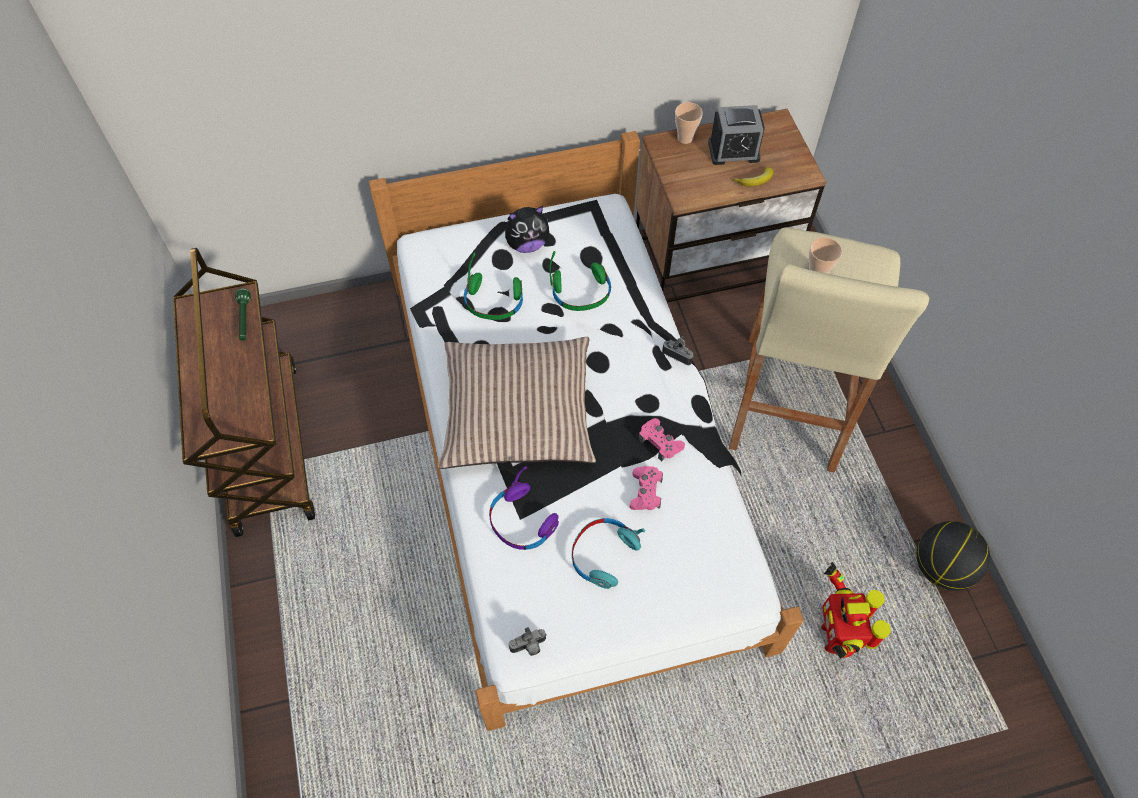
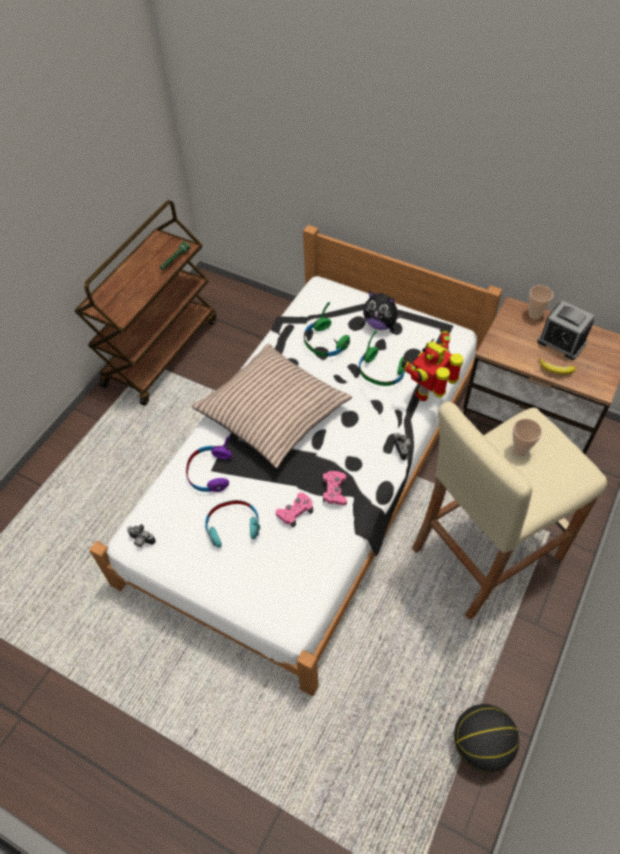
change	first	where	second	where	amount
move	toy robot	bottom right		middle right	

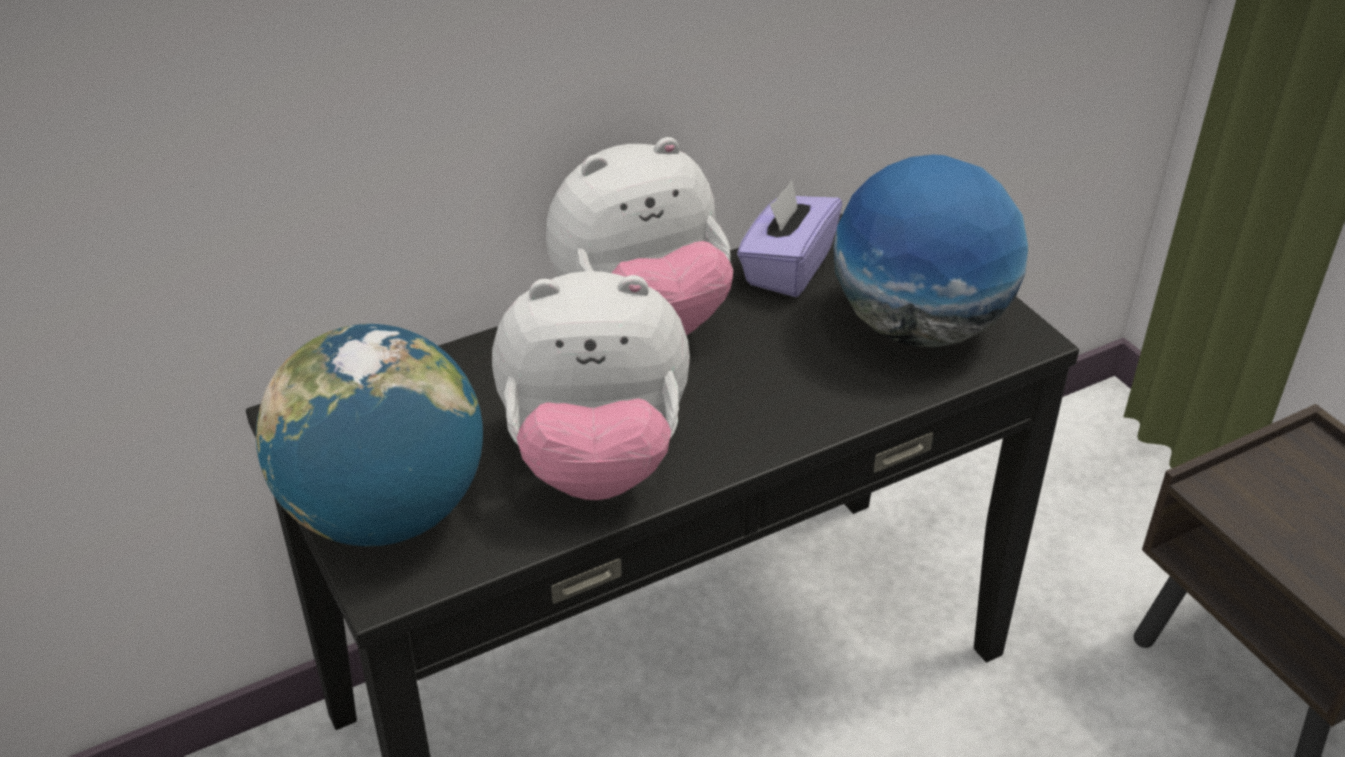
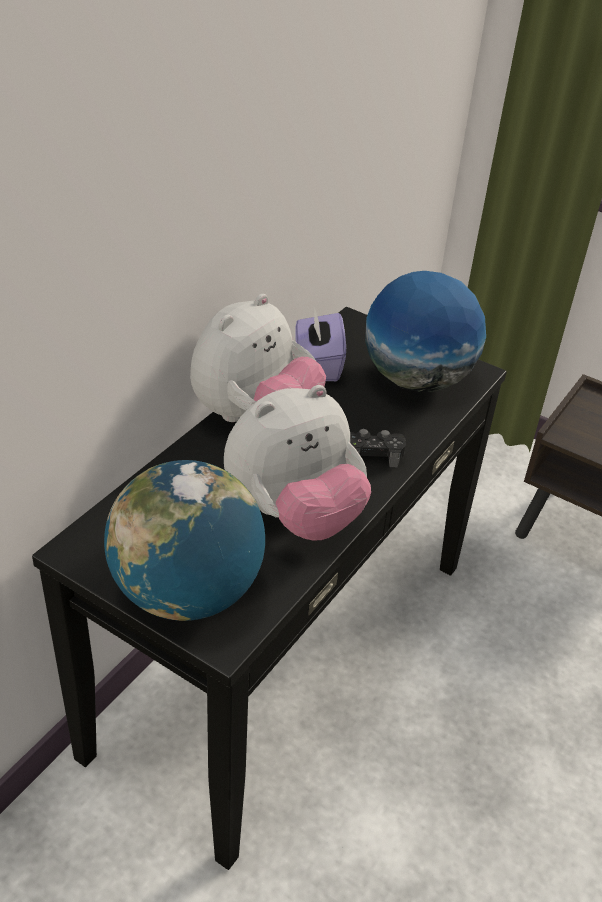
change	first	where	second	where	amount
insert			black game controller	centre	

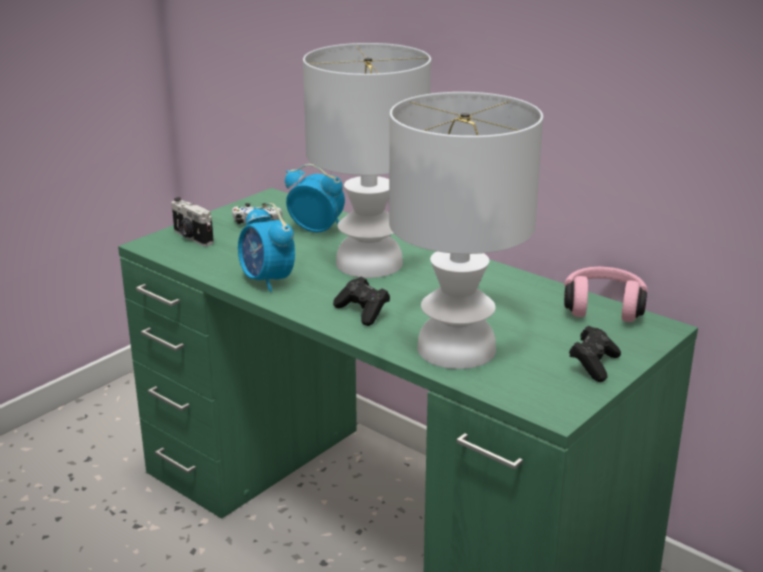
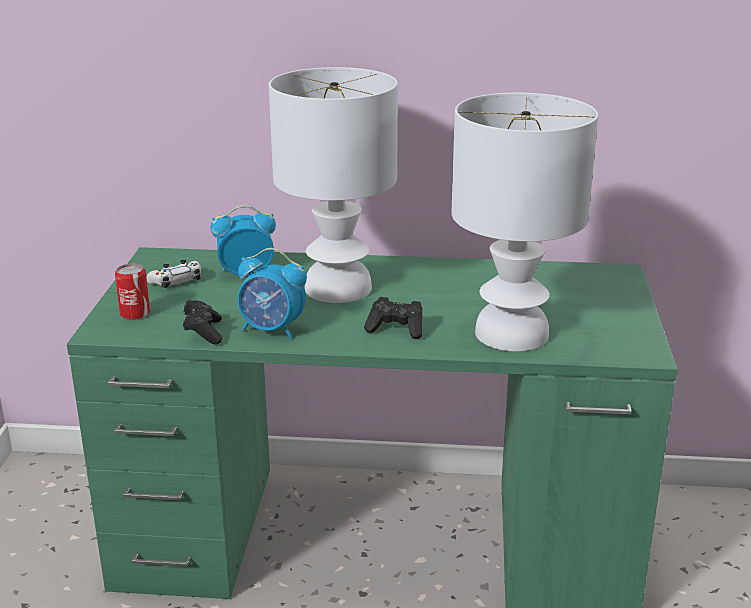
change	first	where	second	where	amount
replace	photo camera	middle left	can	middle left	
move	black game controller (2nd from left in the first image)	middle right	black game controller (1st from left)	middle left	
delete	pink headphones	middle right			

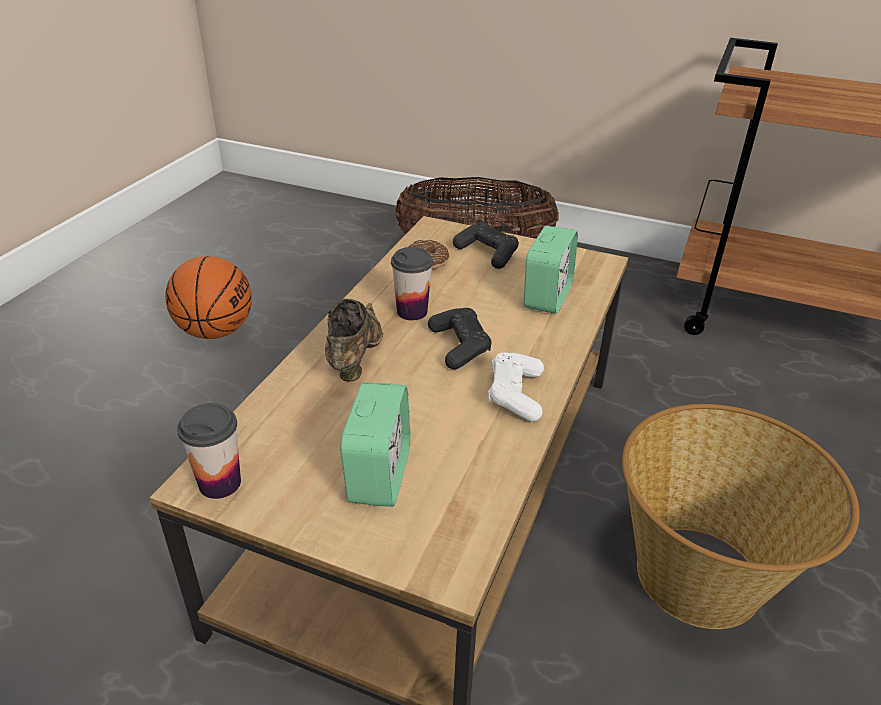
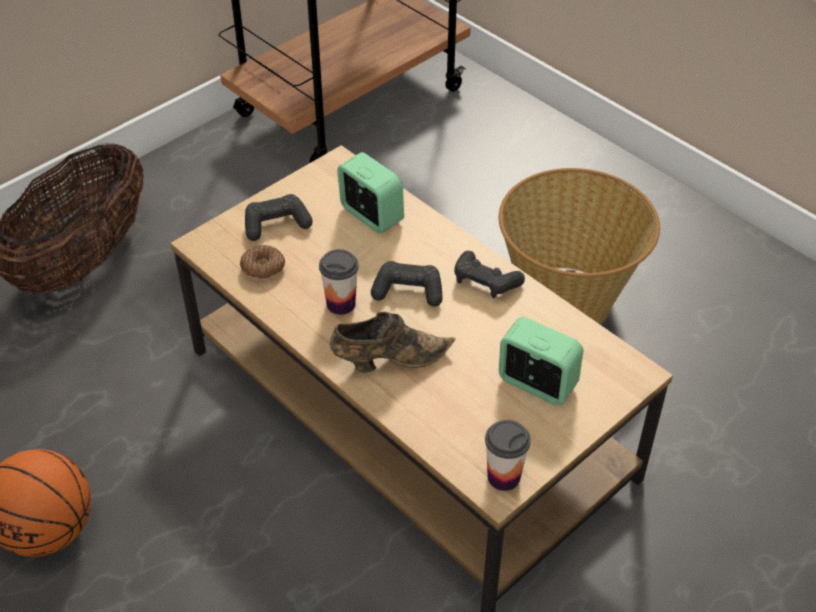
change	first	where	second	where	amount
rotate	brown shoe	centre		centre	135 degrees clockwise
recolor	white game controller	centre	black game controller (3rd from left)	centre	

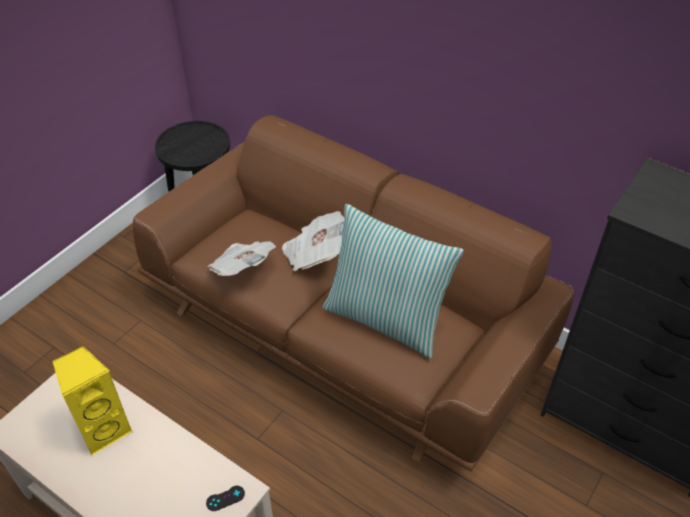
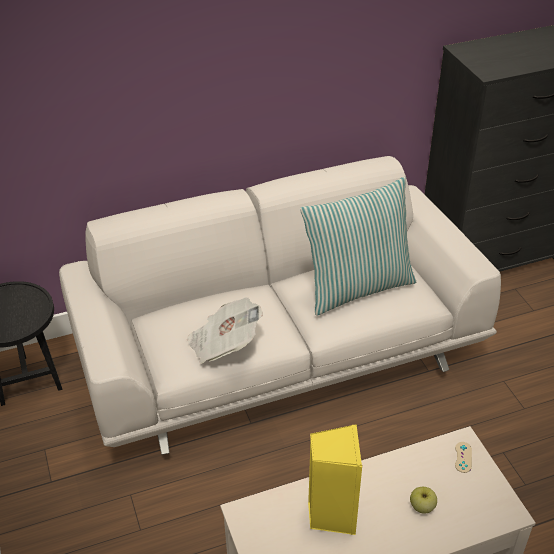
change	first	where	second	where	amount
recolor	brown sofa	centre	white sofa	centre	
insert			apple	bottom right	
recolor	black game controller	bottom left	beige game controller	bottom right	
delete	newspaper (2nd from left)	centre			

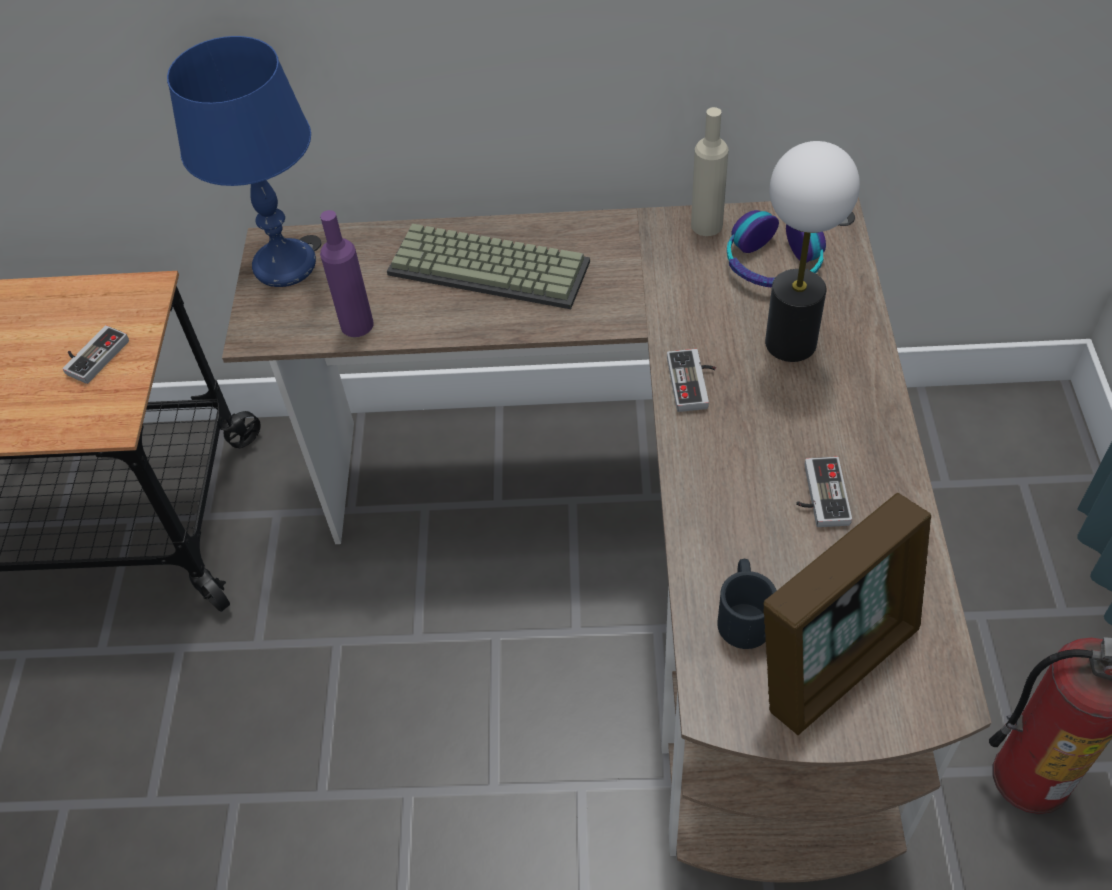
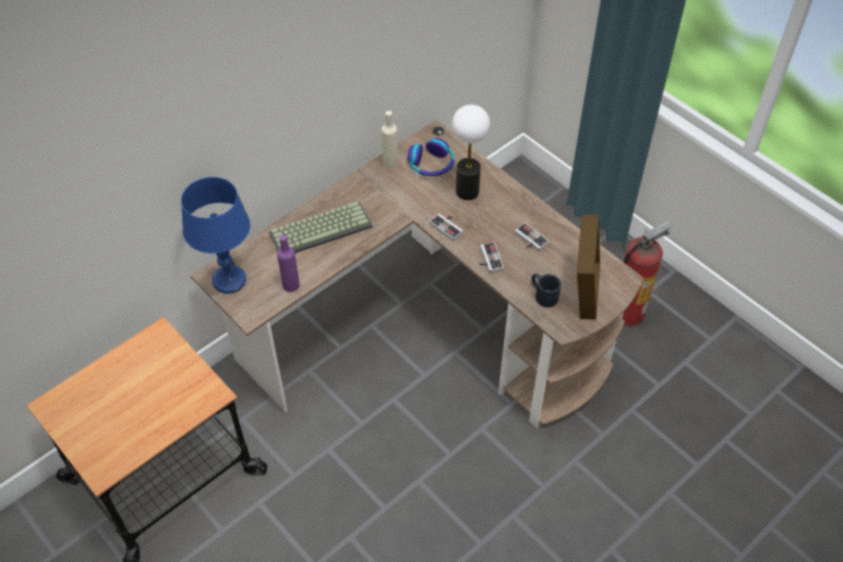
change	first	where	second	where	amount
move	game controller (1st from left in the first image)	middle left	game controller (2nd from left)	centre	

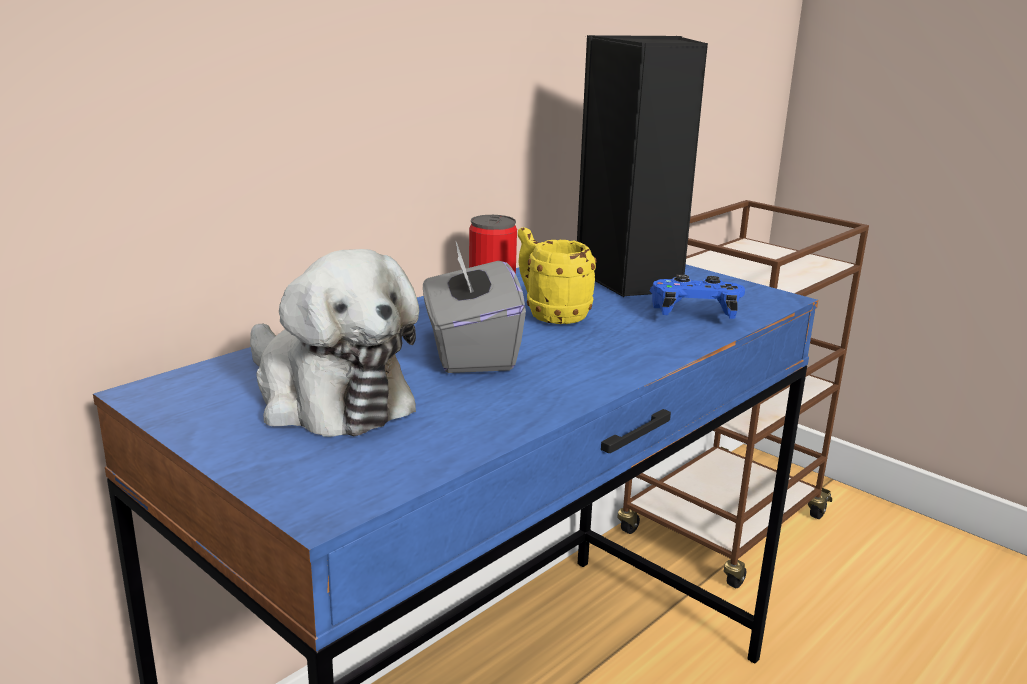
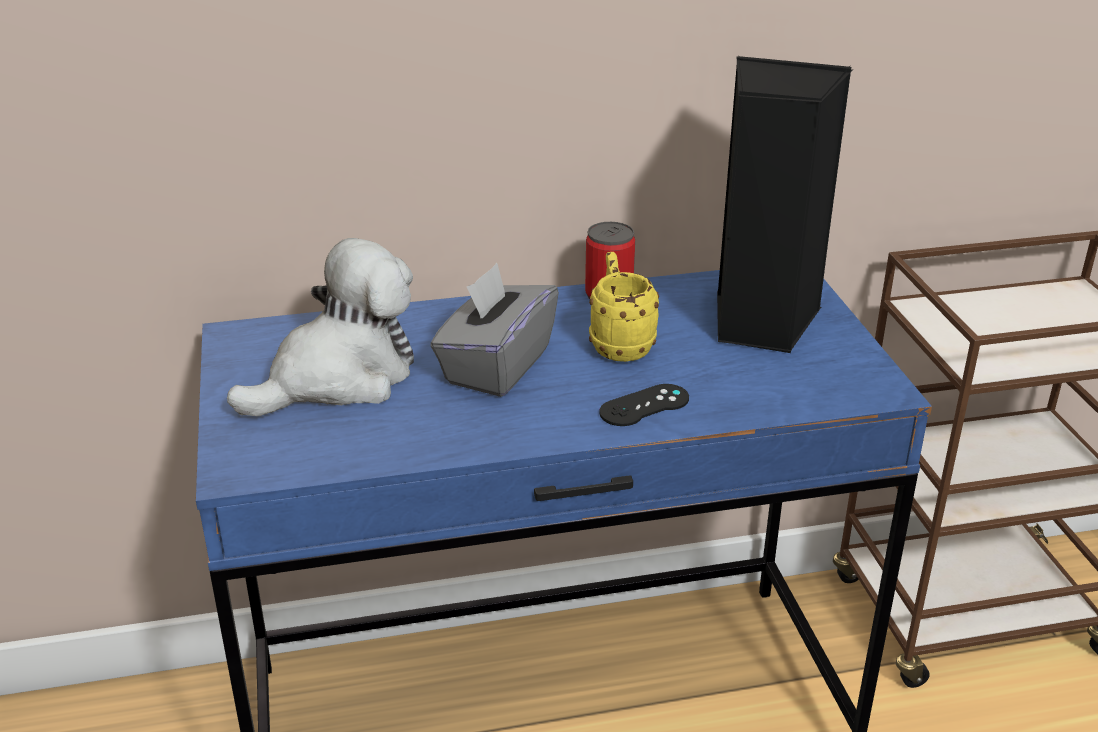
change	first	where	second	where	amount
rotate	plush toy	middle left		middle left	120 degrees counterclockwise
insert			black game controller	centre	
delete	blue game controller	middle right			

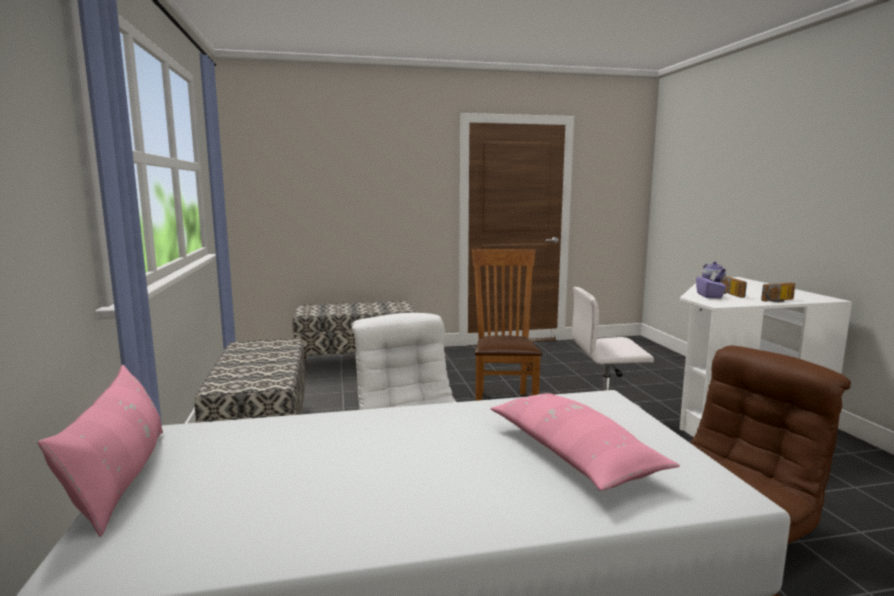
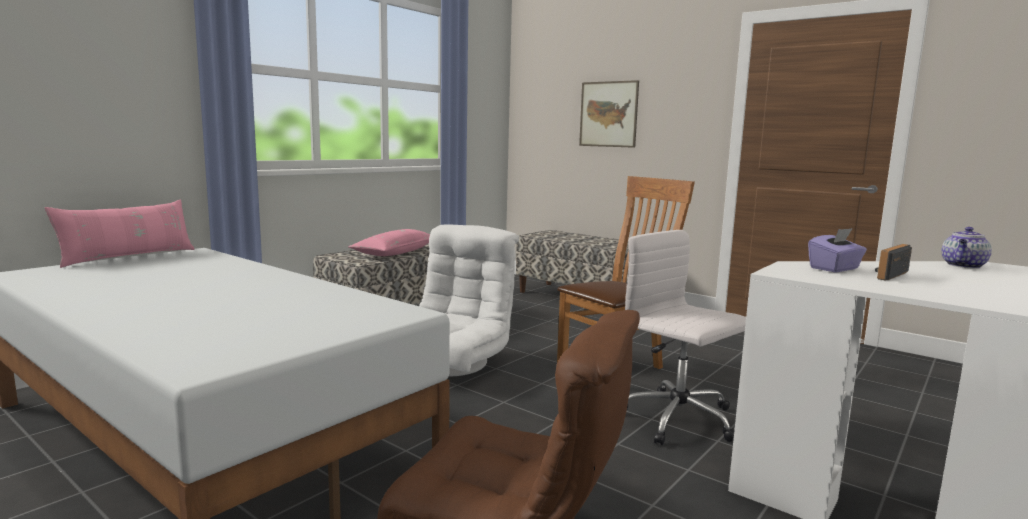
change	first	where	second	where	amount
move	pink pillow (2nd from left)	bottom centre		centre	
insert			picture	top centre	
delete	radio (2nd from left)	middle right			

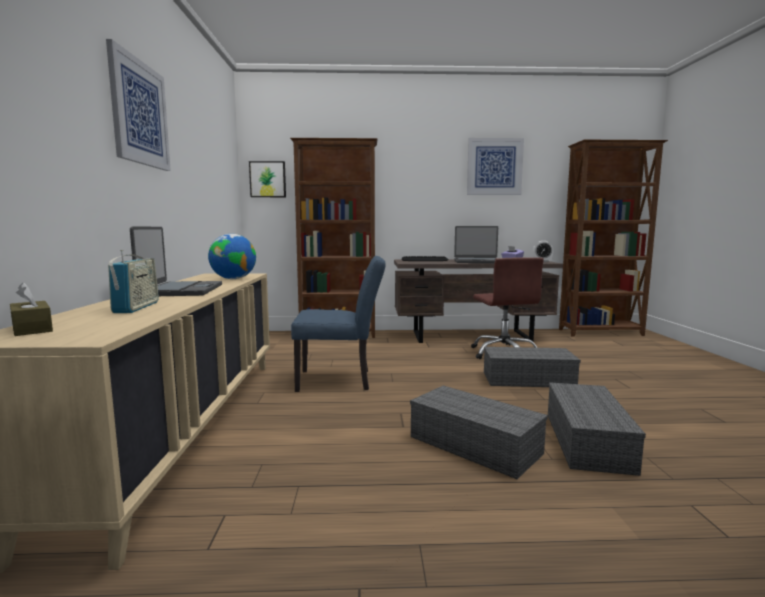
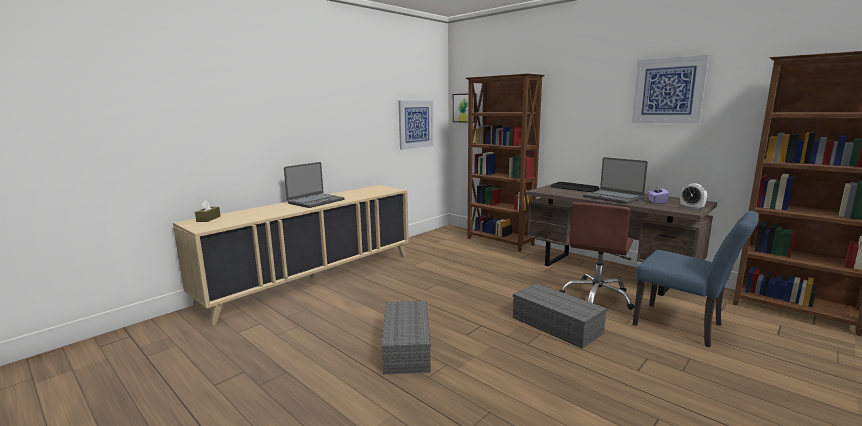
change	first	where	second	where	amount
move	picture (1st from left)	top left		top centre	
move	blue chair	centre		middle right	
delete	radio	middle left			
delete	globe	middle left			
delete	grey storage box (3rd from left)	bottom right			

